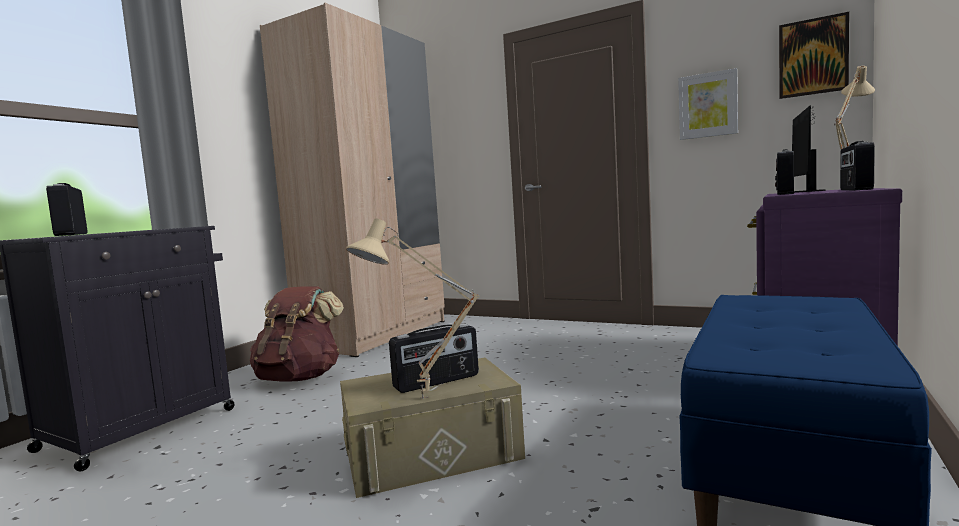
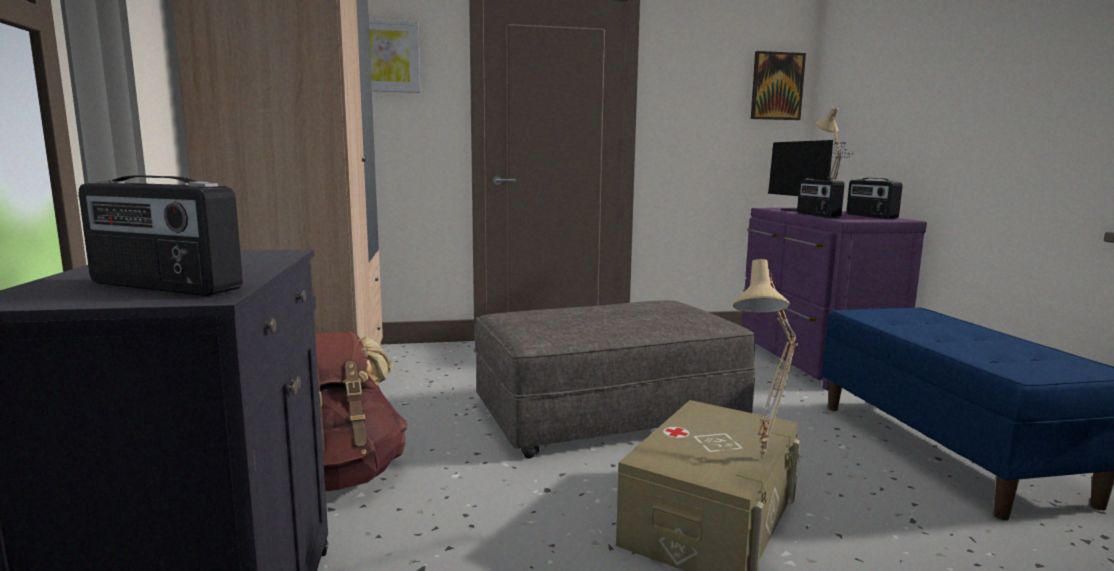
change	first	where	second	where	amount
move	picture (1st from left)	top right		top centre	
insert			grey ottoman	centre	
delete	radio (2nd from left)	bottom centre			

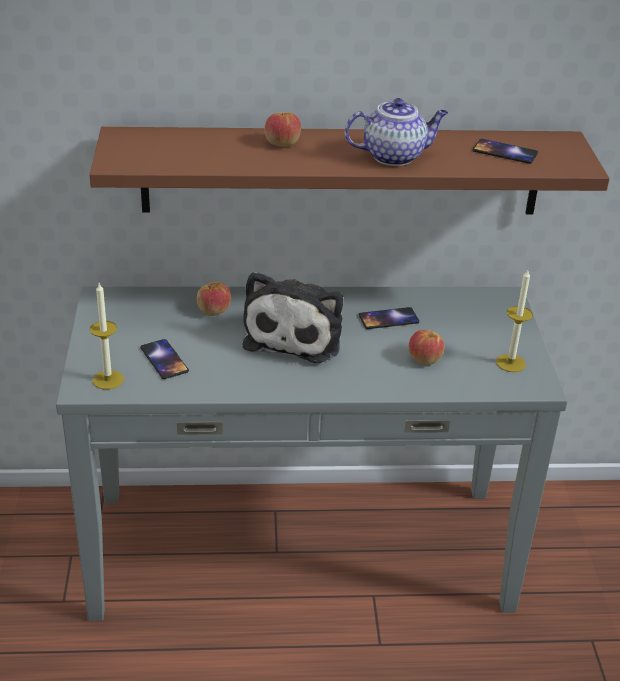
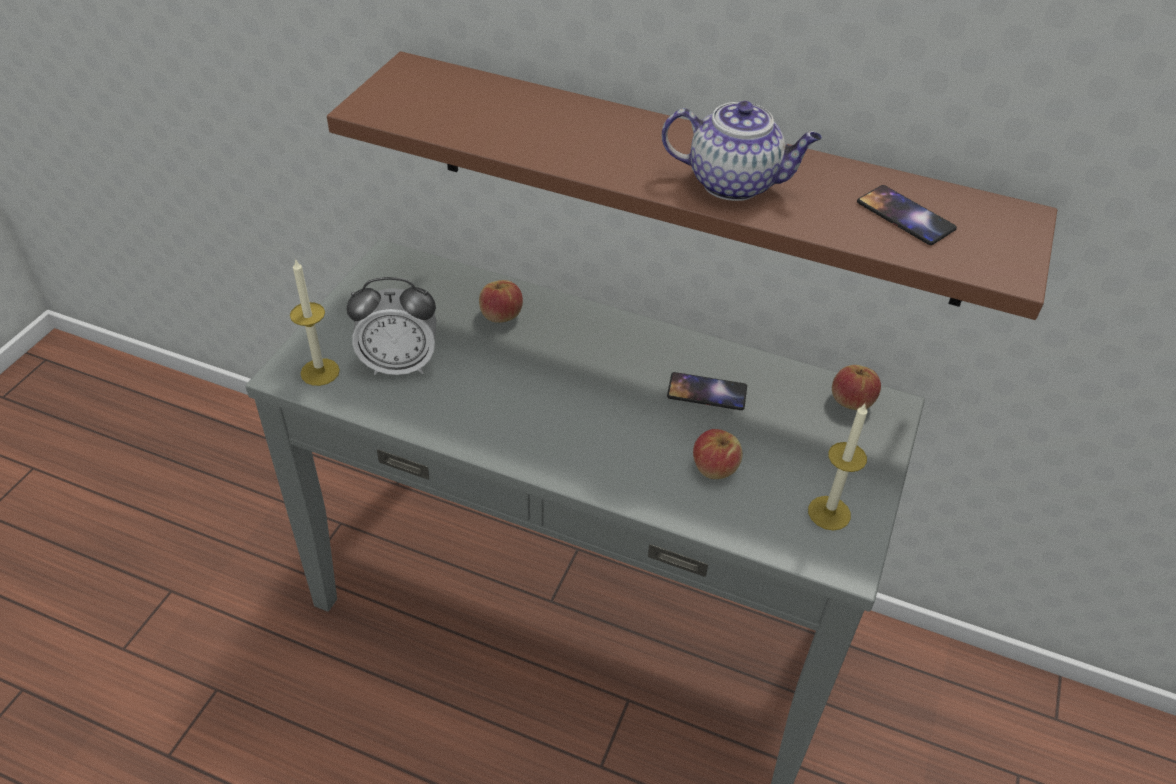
change	first	where	second	where	amount
replace	phone (1st from left)	middle left	alarm clock	middle left	
move	apple (2nd from left in the first image)	top centre	apple (3rd from left)	middle right	
delete	plush toy	centre			

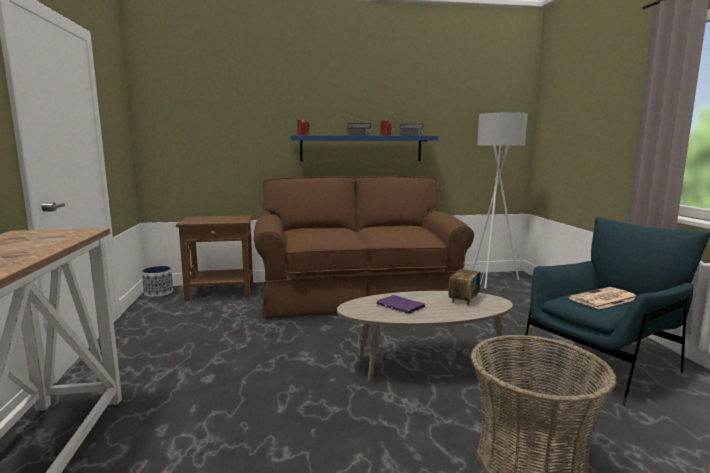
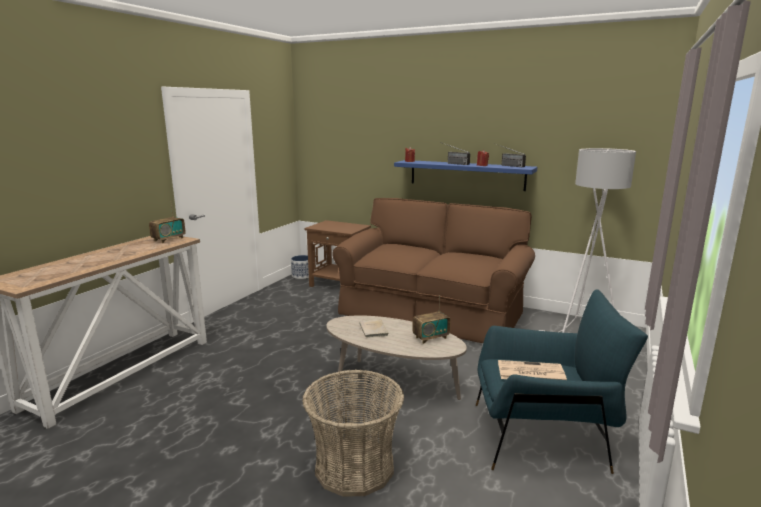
change	first	where	second	where	amount
insert			radio (1st from left)	middle left	
recolor	purple book	centre	beige book	centre	

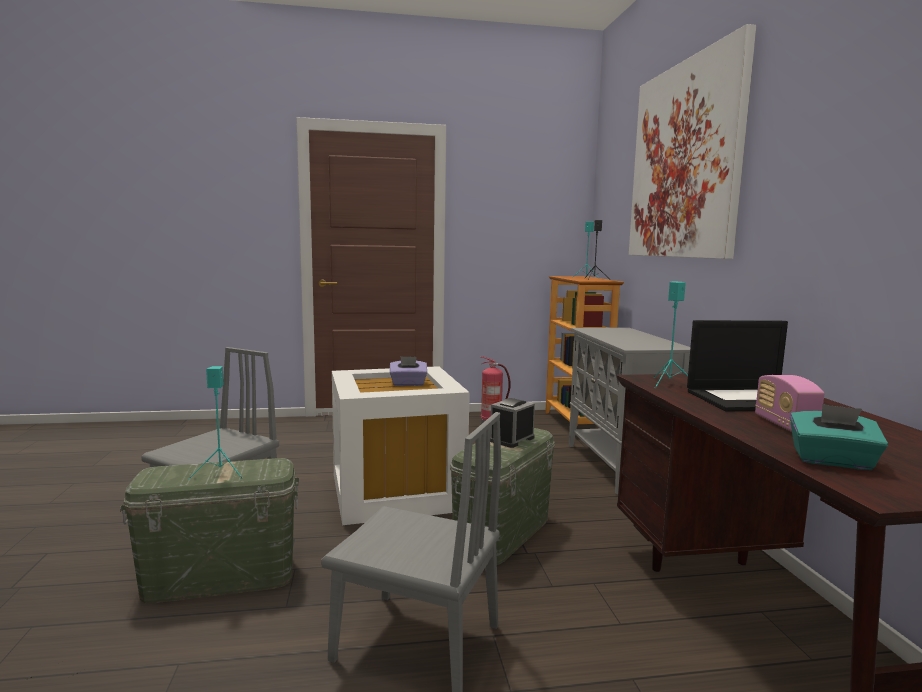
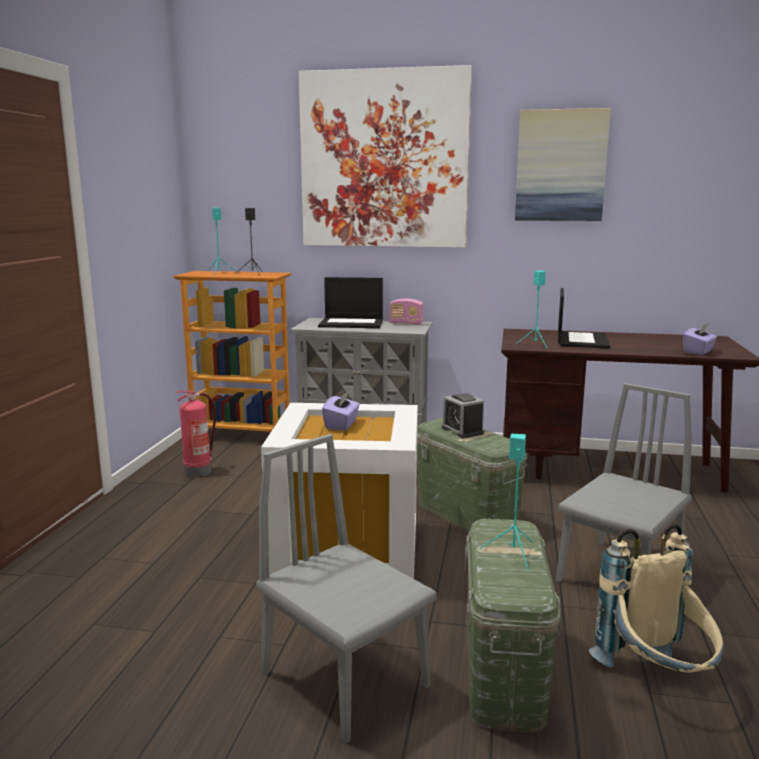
change	first	where	second	where	amount
insert			laptop (1st from left)	centre	
move	radio	middle right		centre	
insert			picture (2nd from left)	top right	
insert			beige backpack	bottom right	
recolor	turquoise tissue box	middle right	purple tissue box (2nd from left)	middle right	

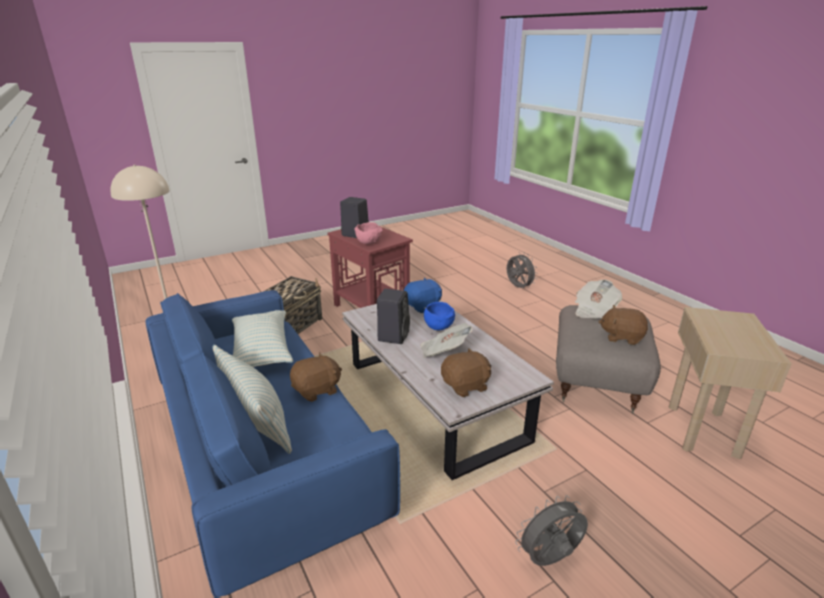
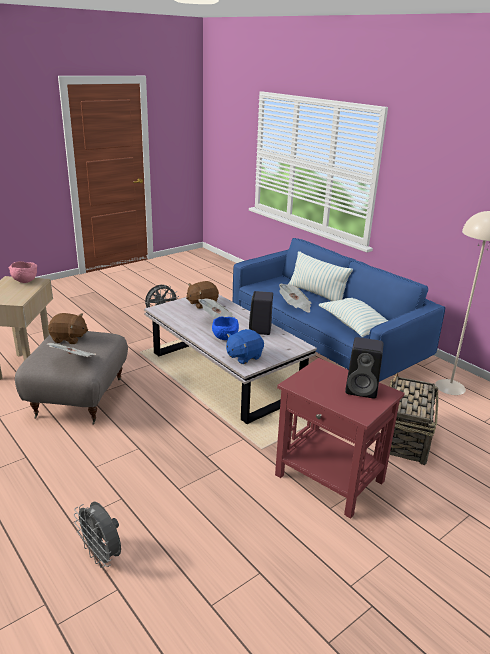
change	first	where	second	where	amount
move	pink bowl	centre		middle left	
replace	brown plush toy (1st from left)	centre	newspaper (3rd from left)	centre	

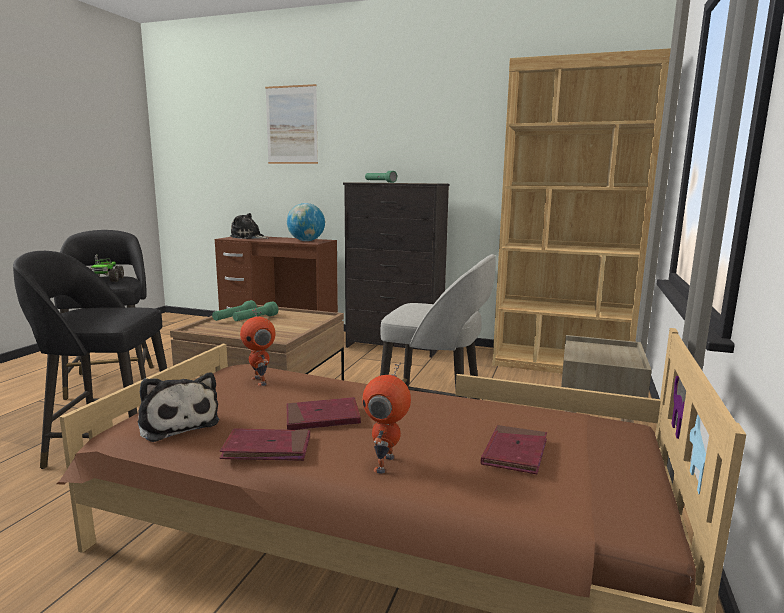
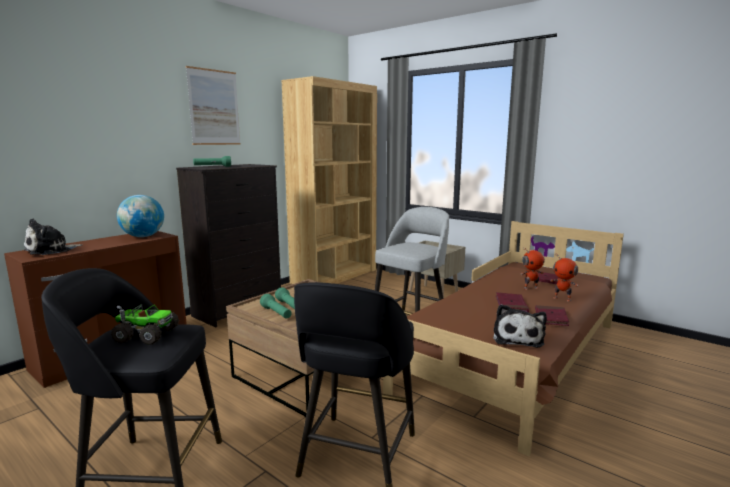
change	first	where	second	where	amount
move	picture	top centre		top left	
rotate	plush toy (1st from left in the first image)	middle left	plush toy (2nd from left)	bottom right	120 degrees clockwise
move	toy robot (1st from left)	middle left		middle right	

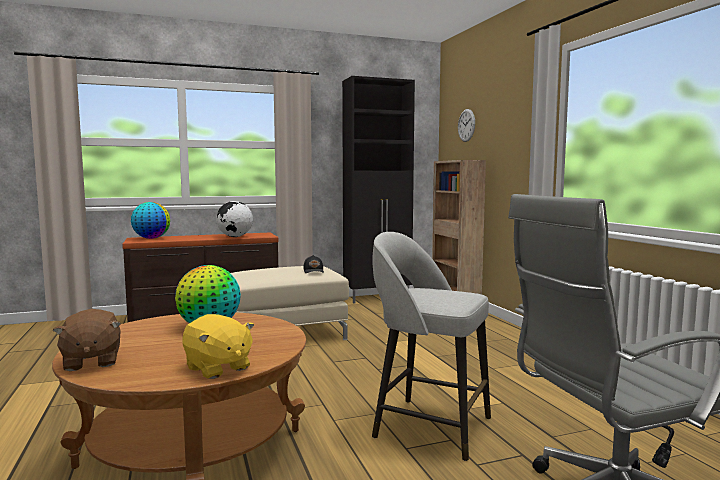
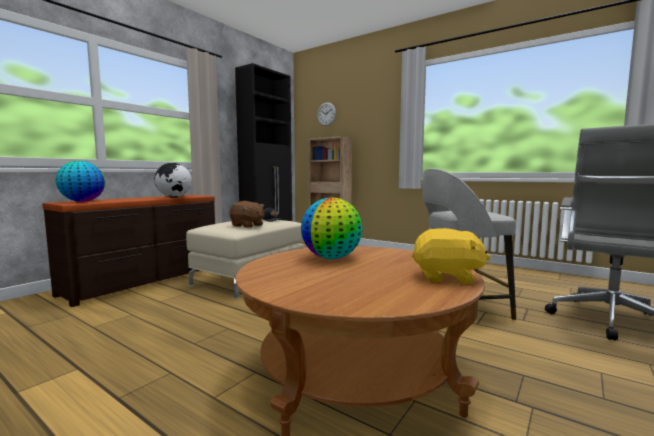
change	first	where	second	where	amount
move	brown plush toy	bottom left		centre	

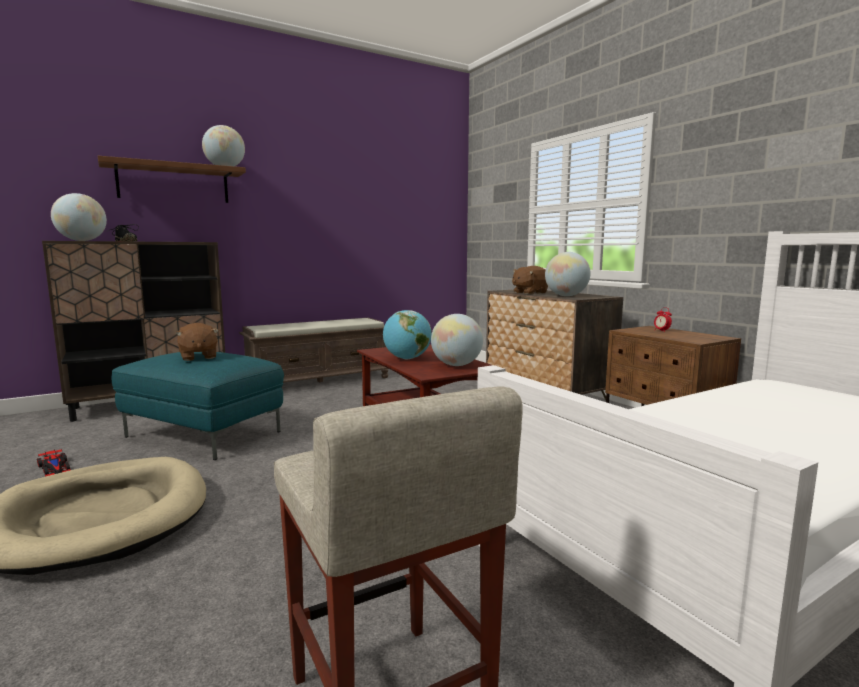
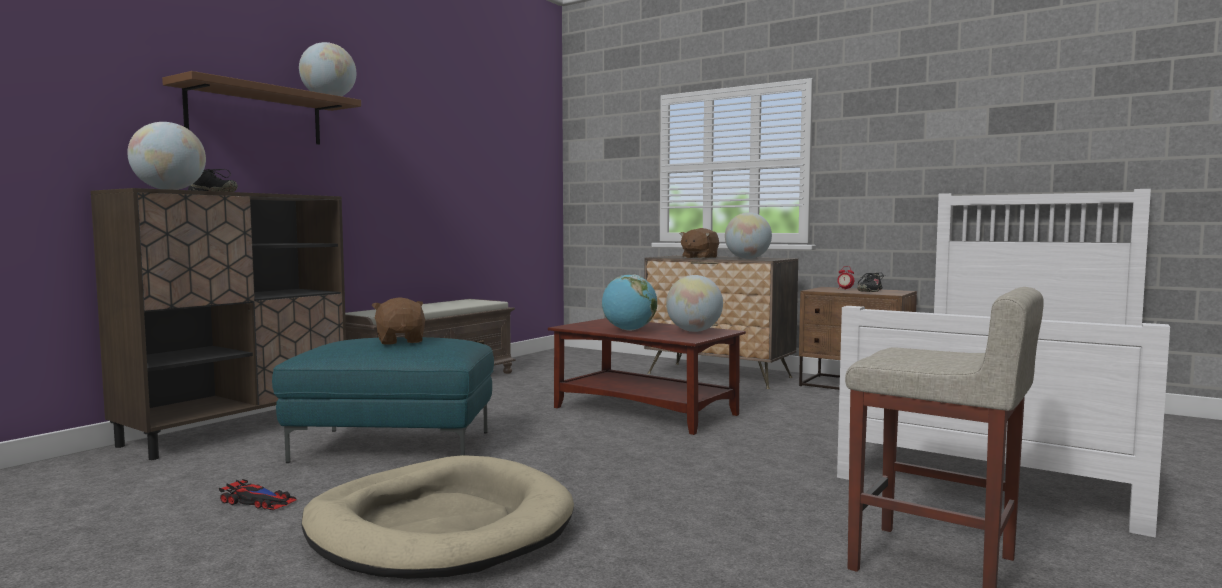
change	first	where	second	where	amount
rotate	brown plush toy (1st from left)	middle left		middle left	150 degrees counterclockwise
insert			black shoe (2nd from left)	middle right	

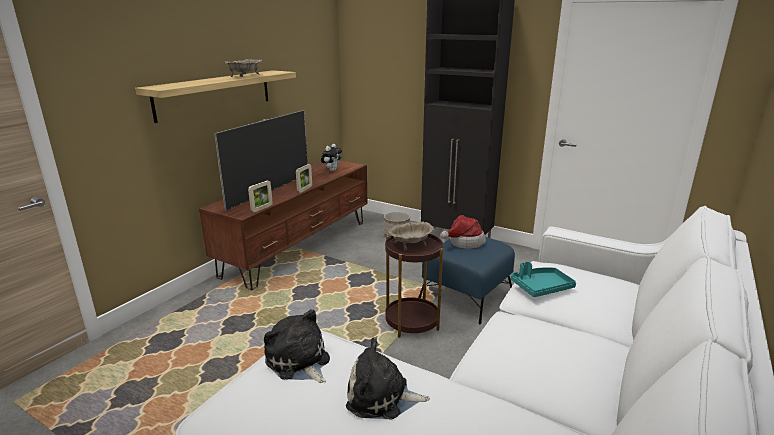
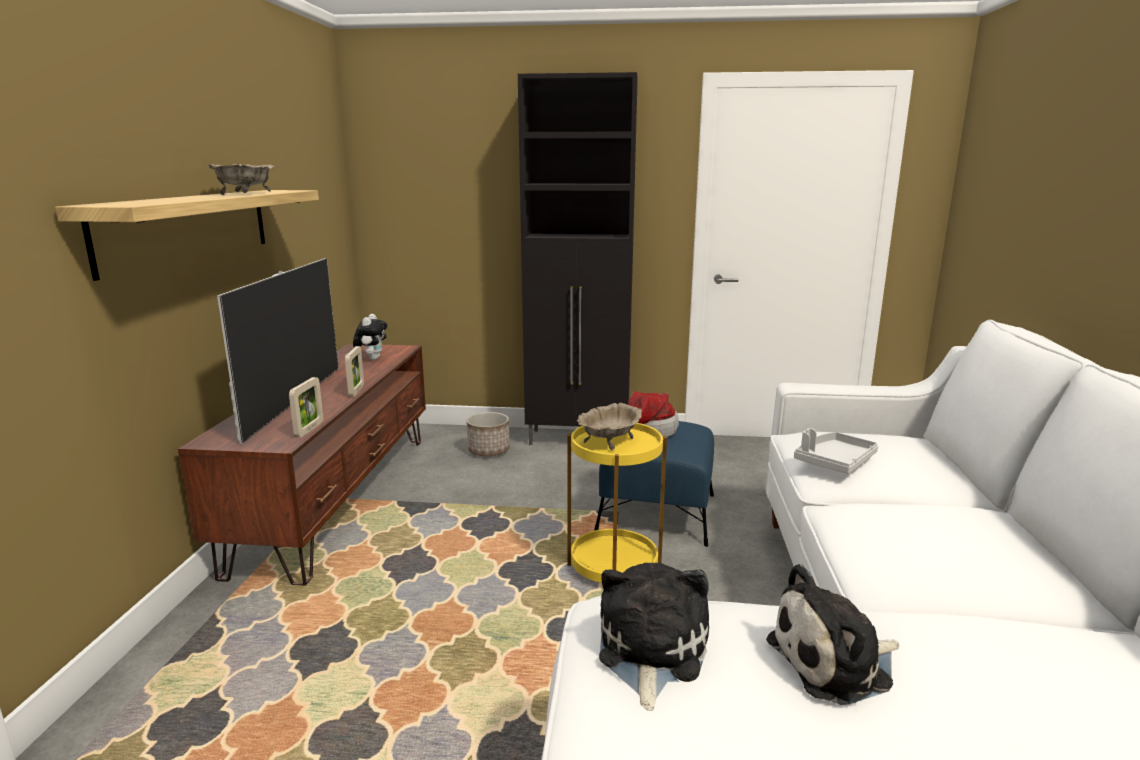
change	first	where	second	where	amount
recolor	brown side table	centre	yellow side table	centre	
rotate	plush toy (1st from left in the first image)	bottom centre	plush toy (2nd from left)	bottom centre	75 degrees clockwise
recolor	turquoise tray	middle right	grey tray	middle right	

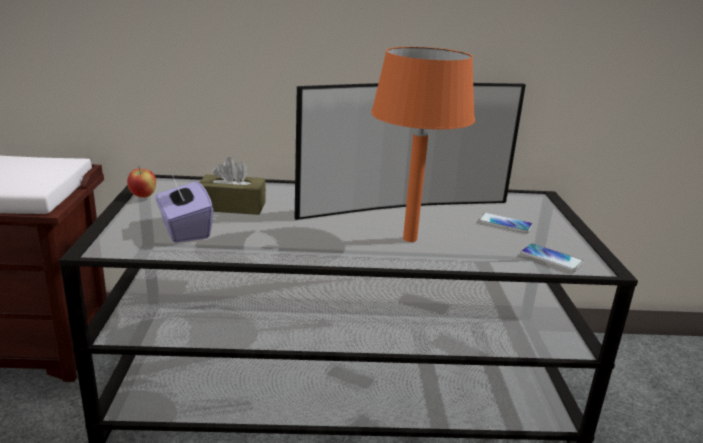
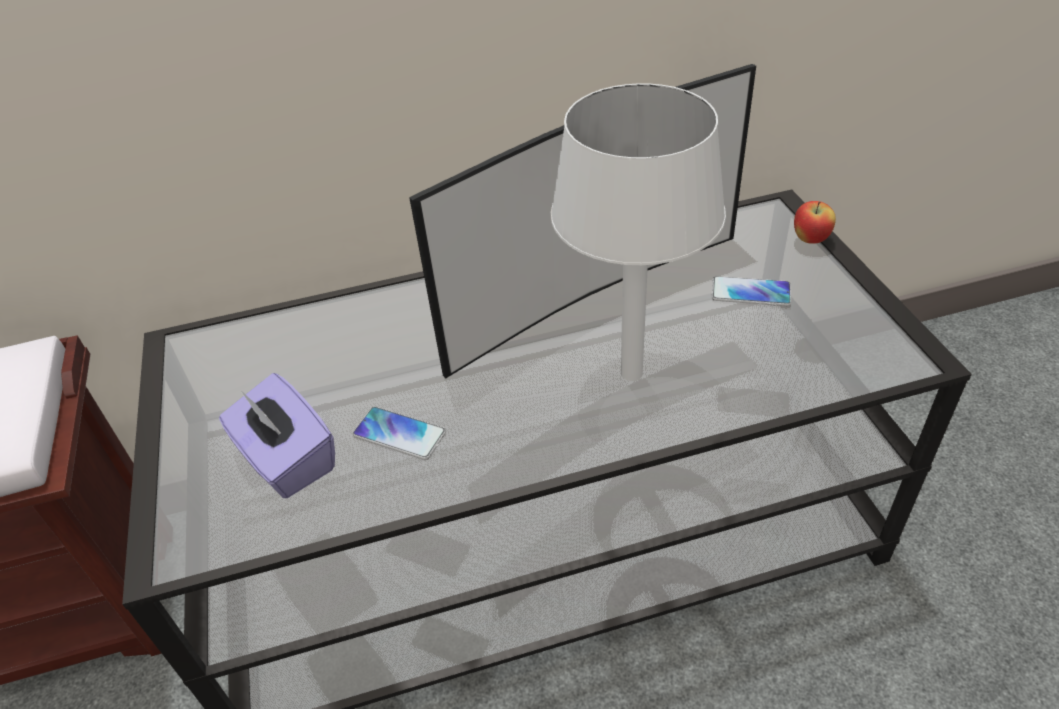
change	first	where	second	where	amount
move	phone (2nd from left in the first image)	middle right	phone (1st from left)	centre	
recolor	orange table lamp	top centre	white table lamp	top centre	
move	apple	middle left		top right	
delete	brown tissue box	middle left			

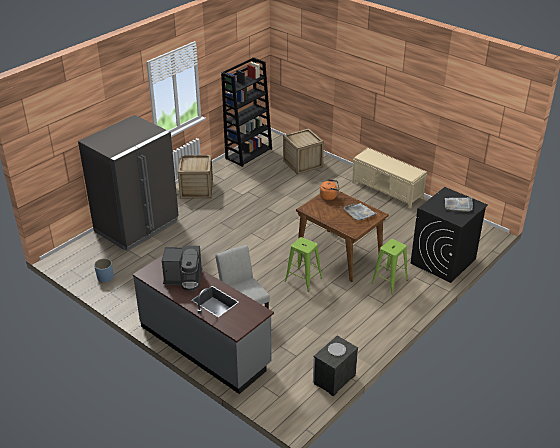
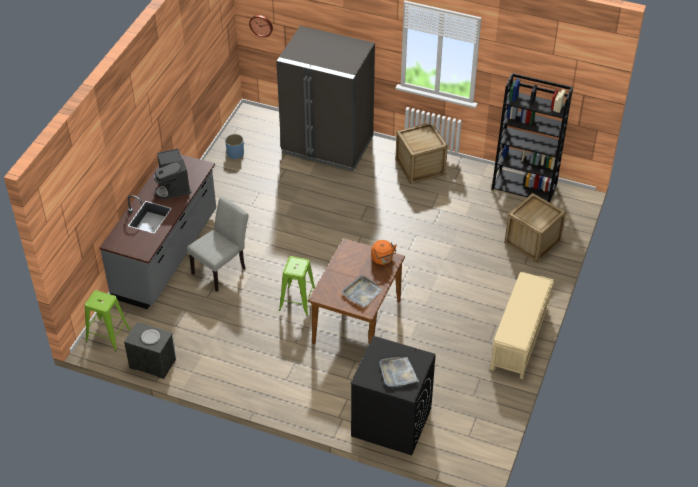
change	first	where	second	where	amount
move	green stool (2nd from left in the first image)	middle right	green stool (1st from left)	middle left	
insert			wall clock	top centre	

